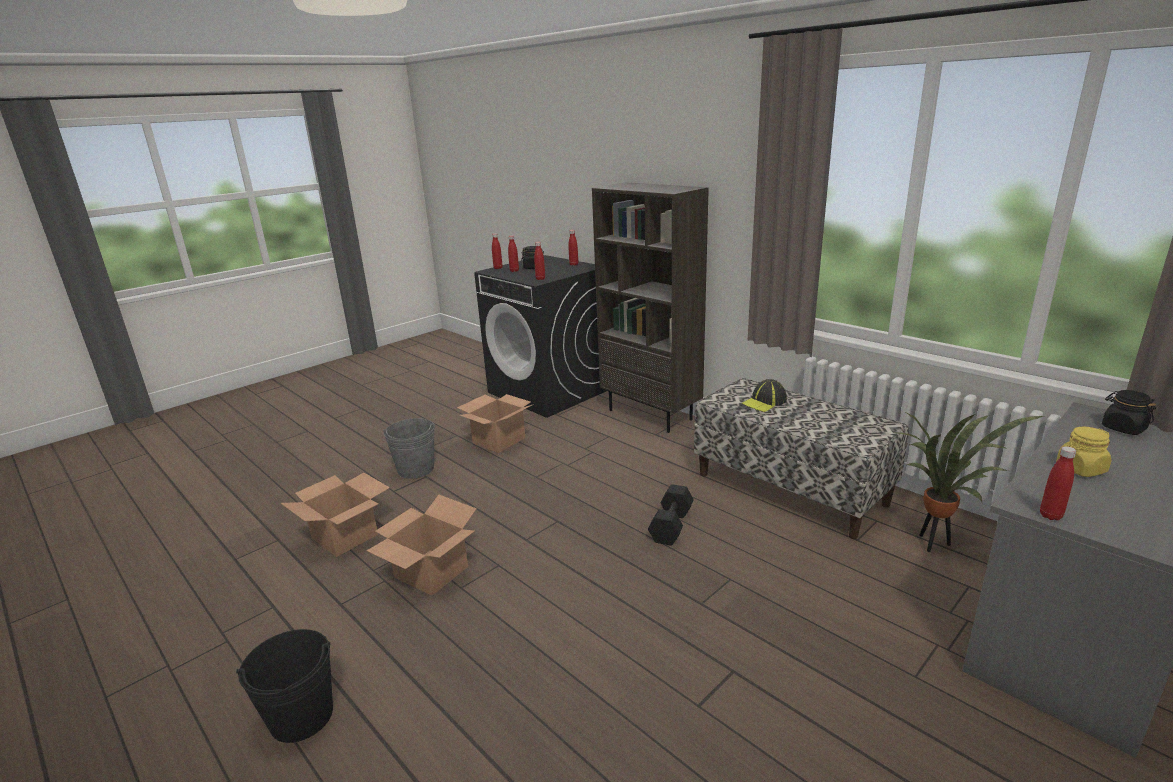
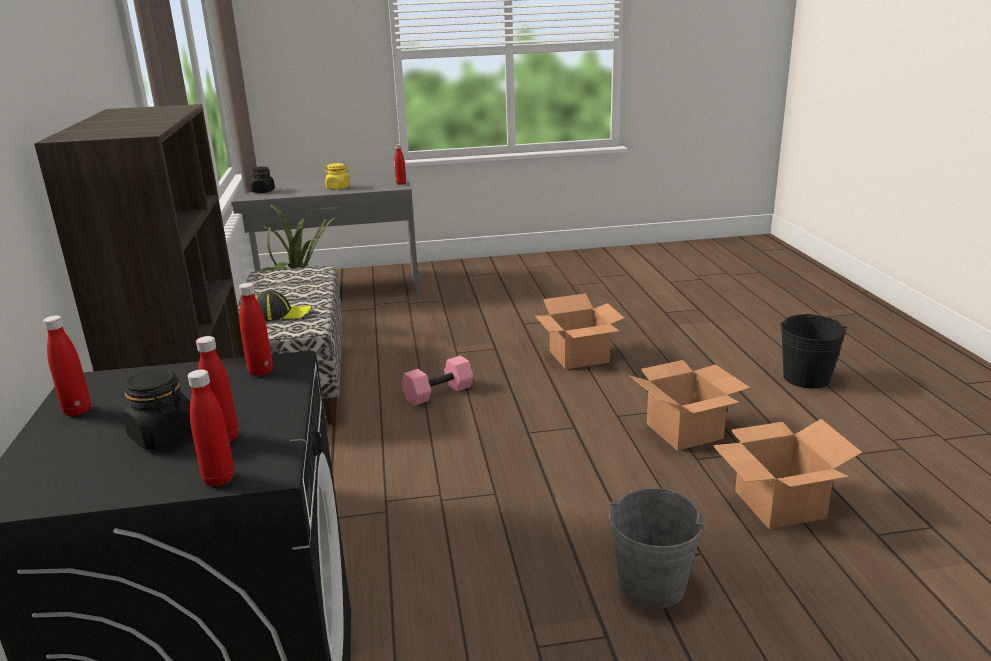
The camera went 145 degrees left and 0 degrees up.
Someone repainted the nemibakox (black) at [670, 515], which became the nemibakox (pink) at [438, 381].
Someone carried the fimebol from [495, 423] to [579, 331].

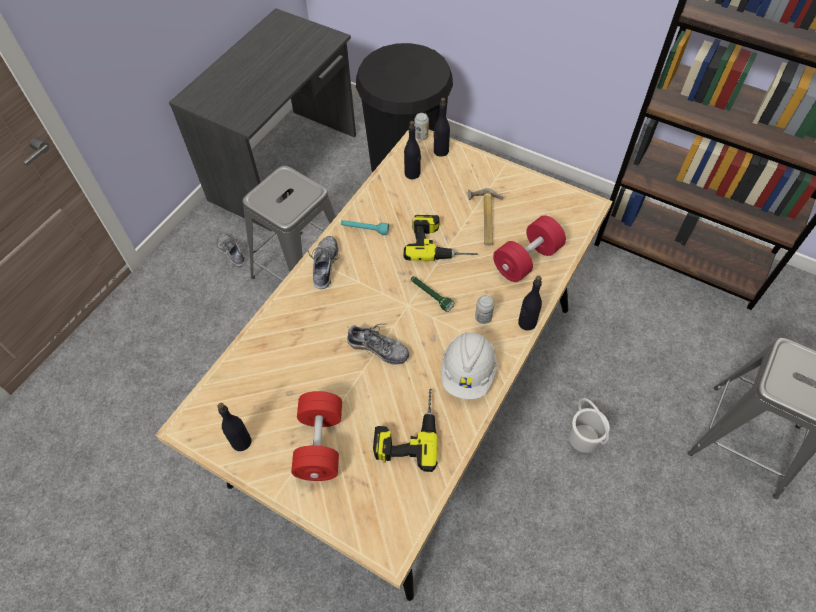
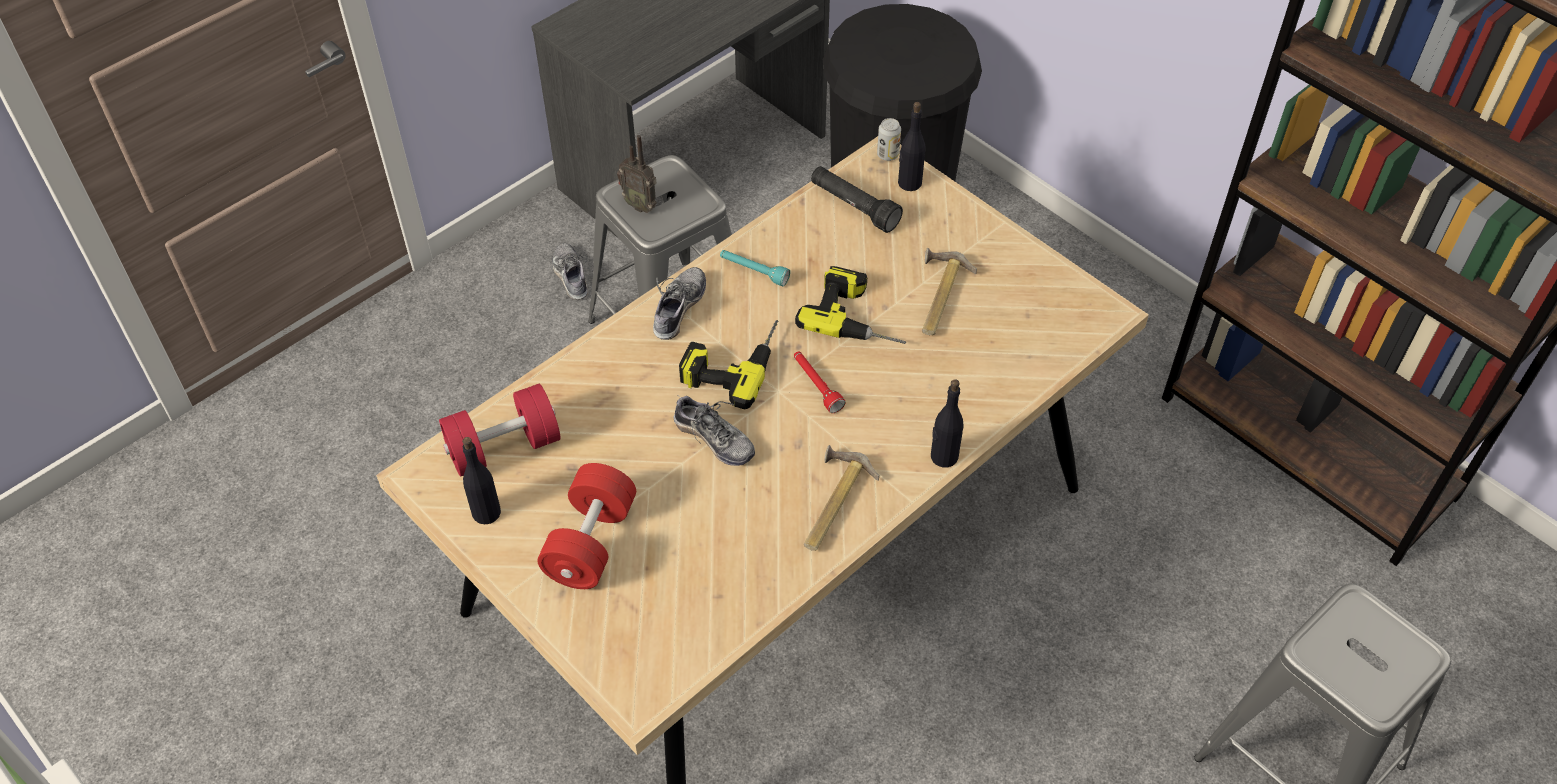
The camera went 15 degrees right and 5 degrees down.
Someone carried the nemibakox (red) from [529, 248] to [500, 430].
Someone put down the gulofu at [637, 174].
Someone carried the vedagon from [405, 430] to [729, 364].
Someone repainted the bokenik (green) at [432, 294], which became the bokenik (red) at [820, 382].
Someone swapped the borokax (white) at [469, 365] for the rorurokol at [841, 498].
Someone swapped the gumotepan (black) at [412, 150] for the bokenik (black) at [857, 199].
Someone took away the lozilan at [484, 309].
Someone took away the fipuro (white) at [589, 425].

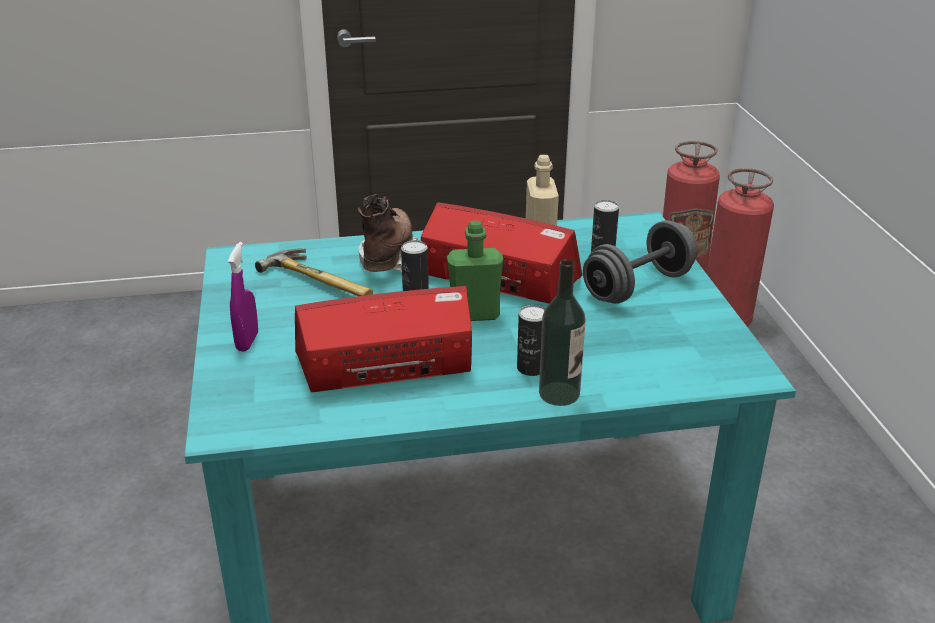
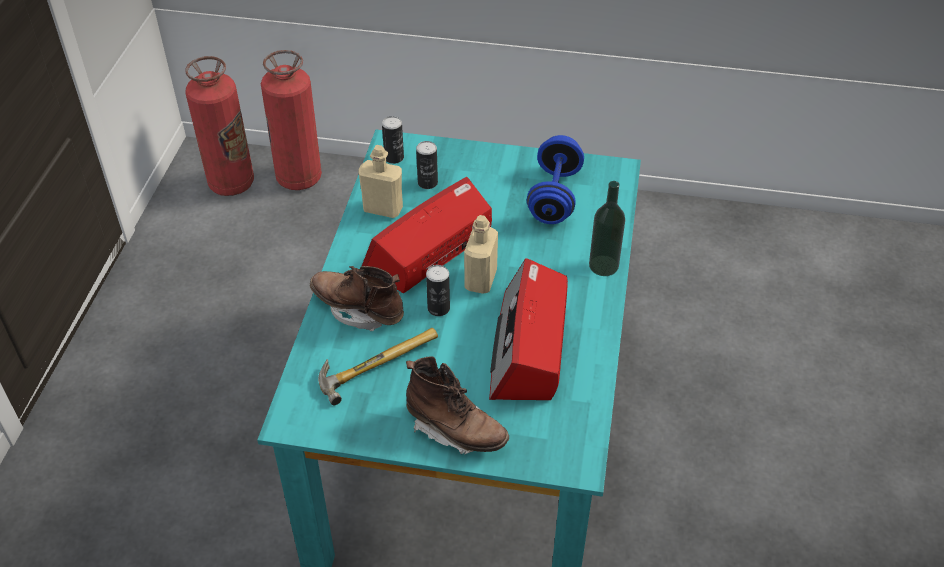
The camera went 70 degrees left and 15 degrees up.
Someone carried the lozilan from [531, 340] to [393, 140].
Someone swapped the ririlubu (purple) at [243, 297] for the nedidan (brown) at [457, 405].
Someone repainted the gumotepan (green) at [475, 271], which became the gumotepan (beige) at [481, 254].
Someone put down the nemibakox (blue) at [555, 179].
Someone took away the nemibakox (grey) at [640, 262].

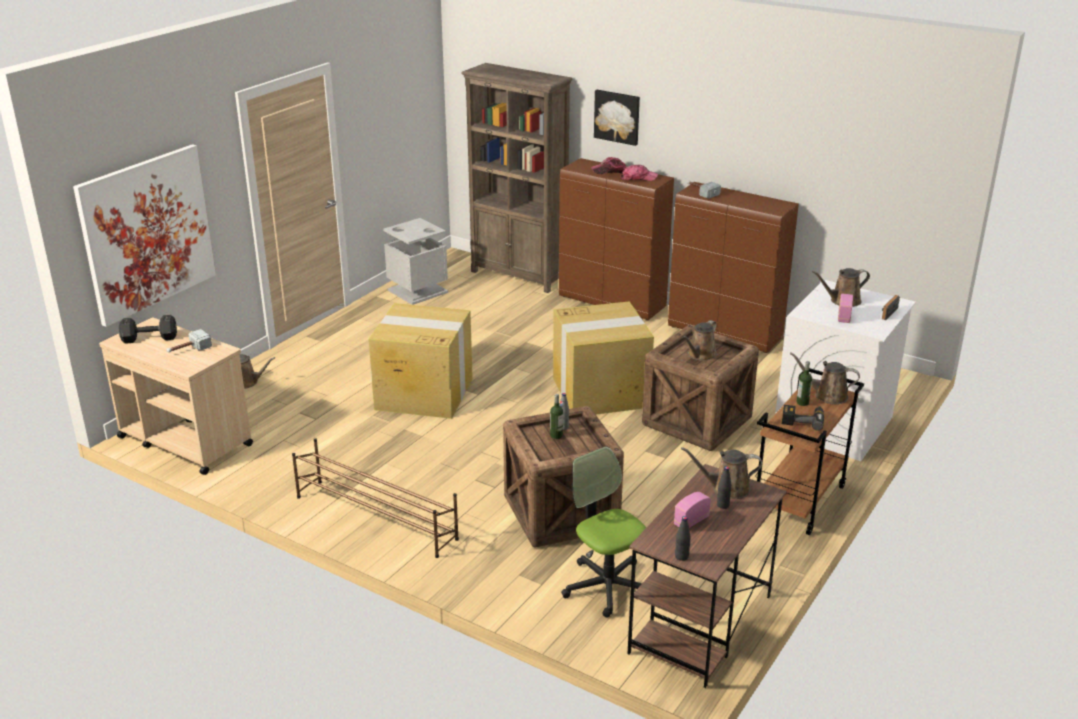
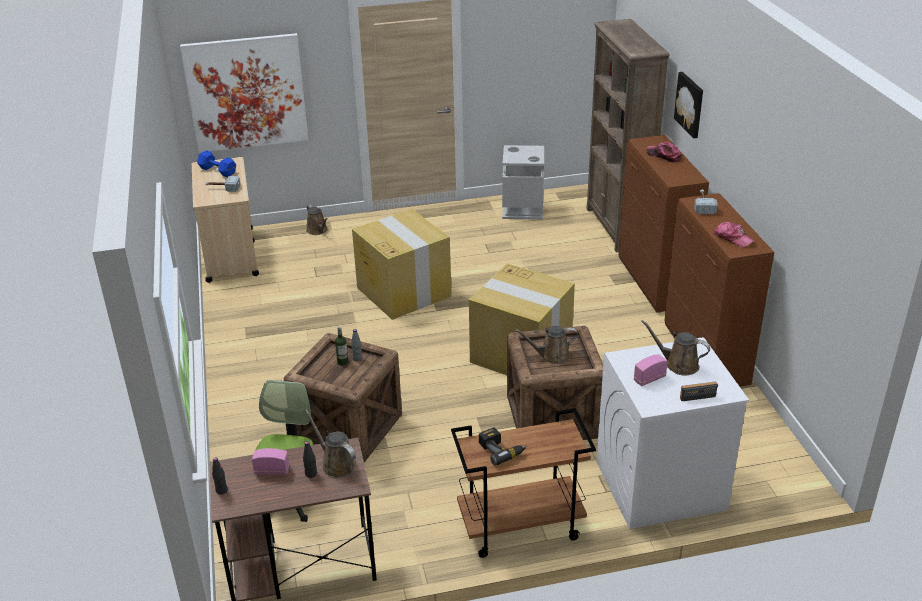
The camera went 45 degrees right and 5 degrees up.
Someone repainted the nemibakox (black) at [148, 329], which became the nemibakox (blue) at [216, 163].
Someone carried the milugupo from [639, 173] to [734, 234].
Someone took away the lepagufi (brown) at [375, 498].
Someone took away the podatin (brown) at [825, 378].
Someone took away the gumotepan at [804, 383].

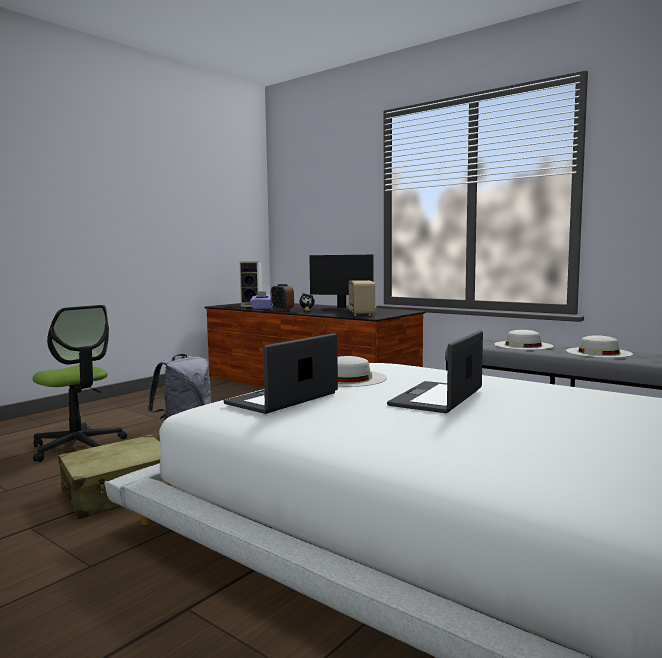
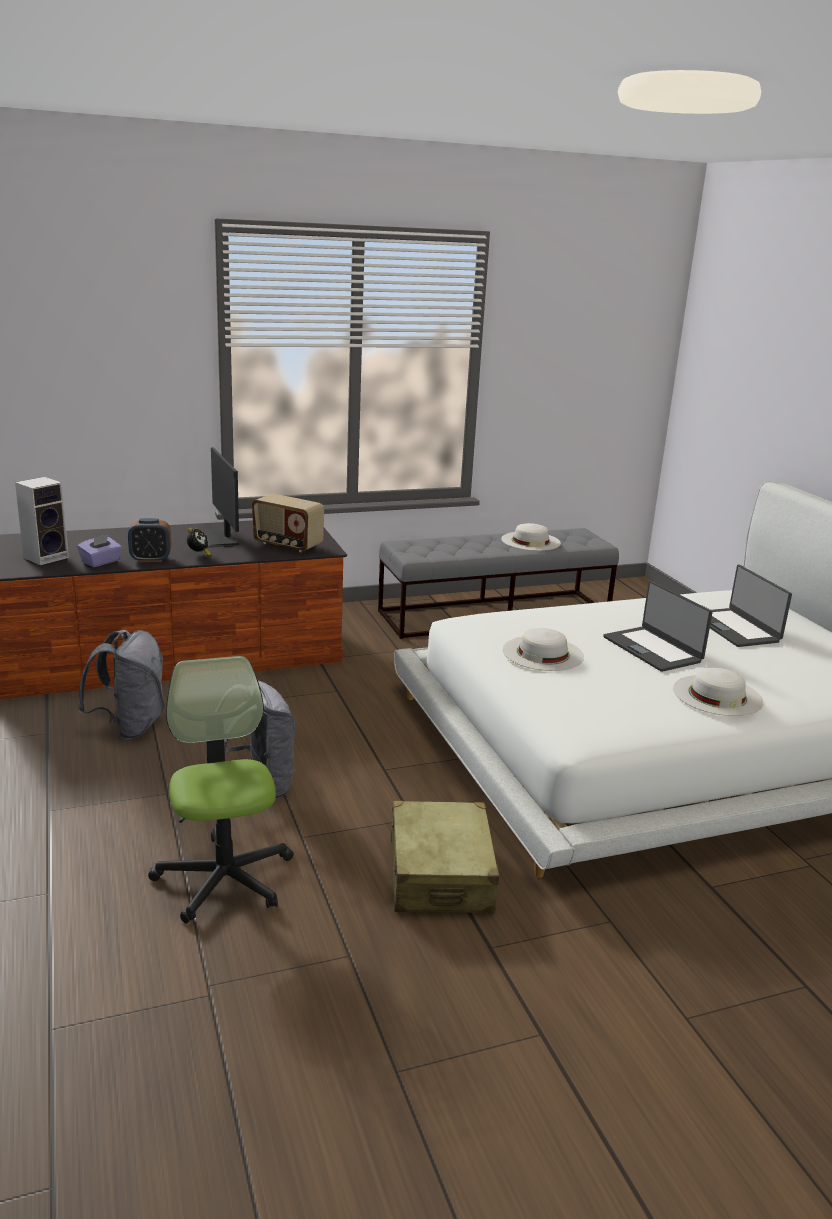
The camera went 60 degrees left and 15 degrees up.
Someone put down the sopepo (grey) at [121, 684].
Someone rotated the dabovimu at [79, 383] by 90 degrees counterclockwise.
Someone rotated the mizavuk at [341, 283] by 105 degrees clockwise.
Someone carried the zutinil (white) from [523, 340] to [718, 691].
Someone carried the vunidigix from [281, 373] to [751, 606].

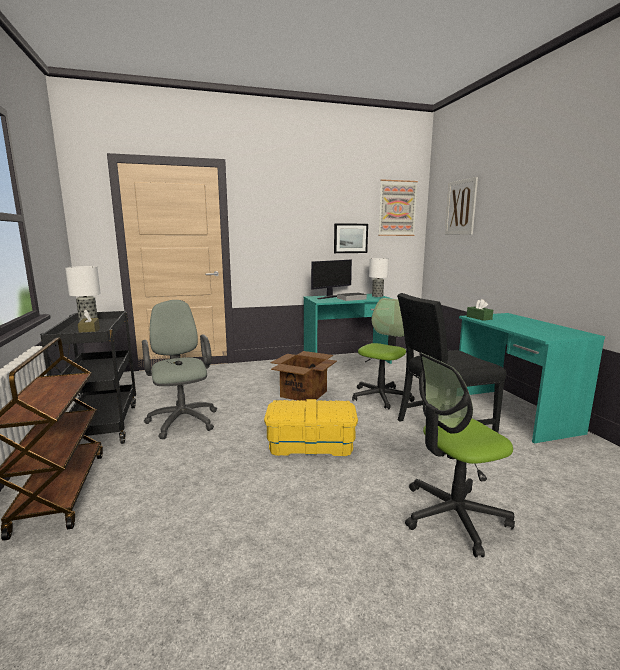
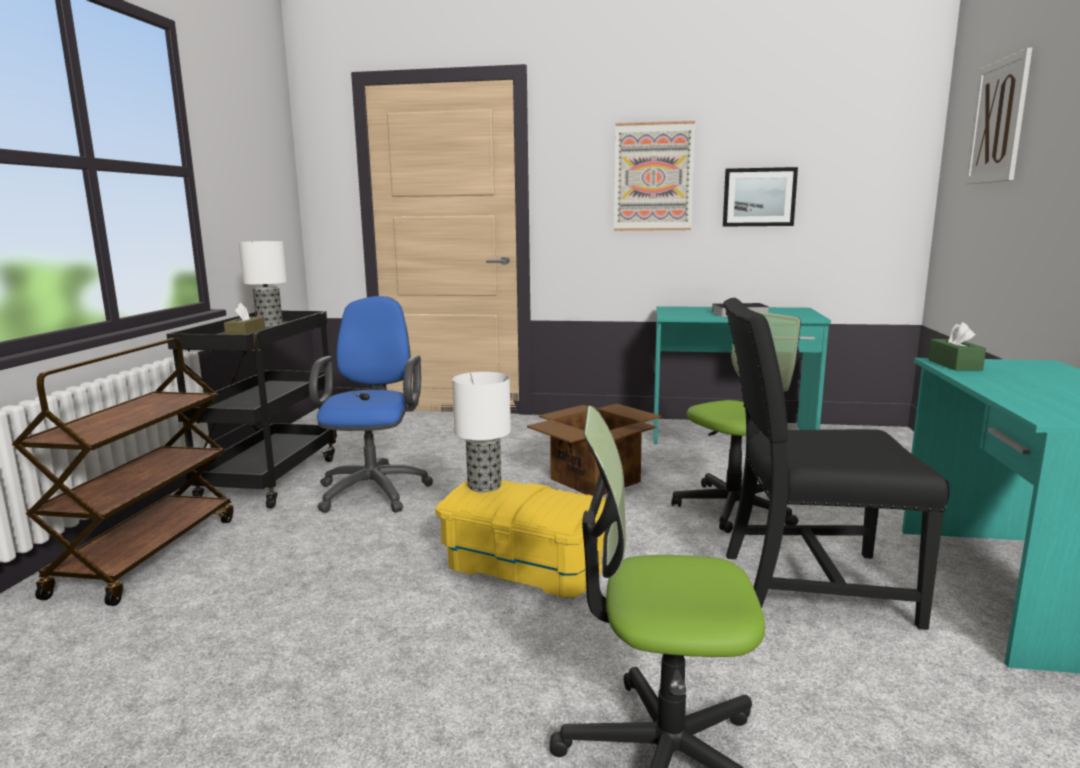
The camera went 25 degrees right and 0 degrees up.
Someone repainted the dabovimu (grey) at [179, 369], which became the dabovimu (blue) at [371, 404].
Someone carried the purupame from [379, 277] to [481, 432].
Someone carried the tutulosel from [398, 207] to [654, 176].
Someone took away the mizavuk at [331, 279].

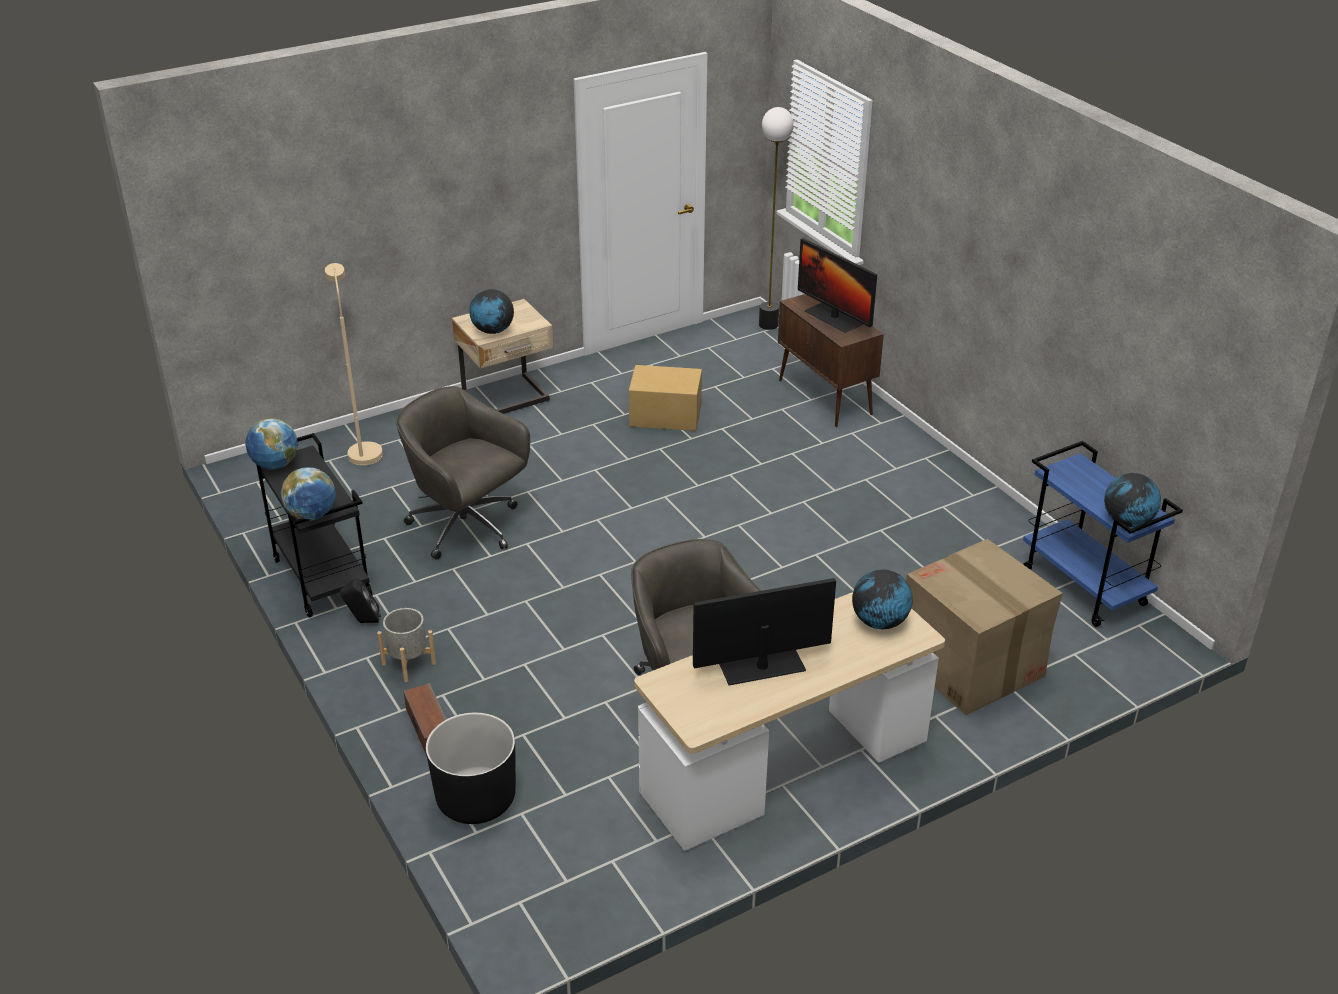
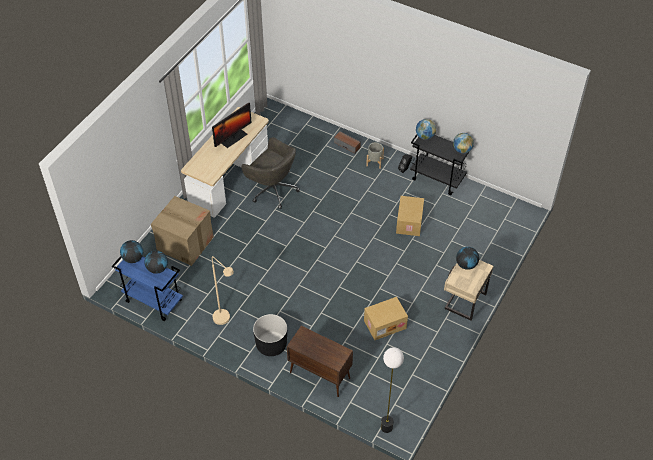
The camera went 150 degrees right and 15 degrees up.
Someone carried the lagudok from [882, 599] to [156, 262].
Someone carried the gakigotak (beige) from [354, 364] to [223, 290].
Someone carried the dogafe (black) from [471, 768] to [270, 335].
Someone swapped the dabovimu (grey) at [463, 473] for the fimebol at [410, 216].
Someone took away the mizavuk at [837, 285].

